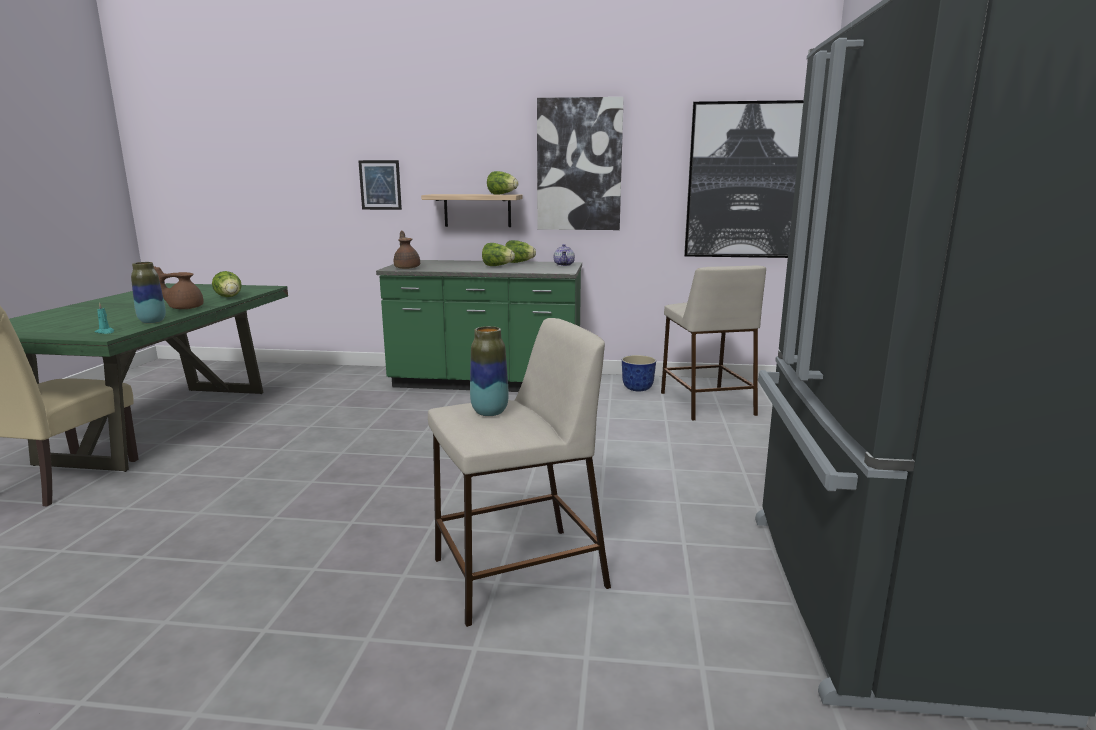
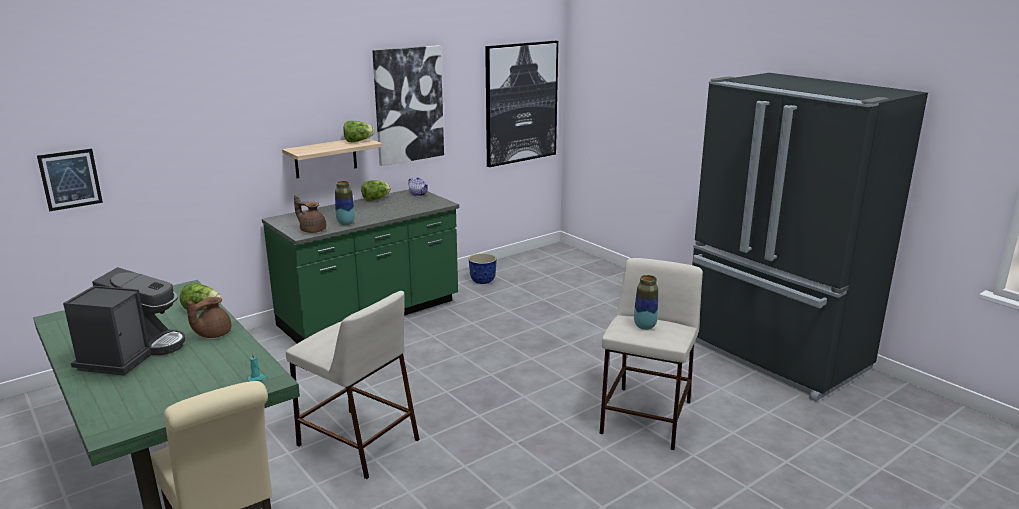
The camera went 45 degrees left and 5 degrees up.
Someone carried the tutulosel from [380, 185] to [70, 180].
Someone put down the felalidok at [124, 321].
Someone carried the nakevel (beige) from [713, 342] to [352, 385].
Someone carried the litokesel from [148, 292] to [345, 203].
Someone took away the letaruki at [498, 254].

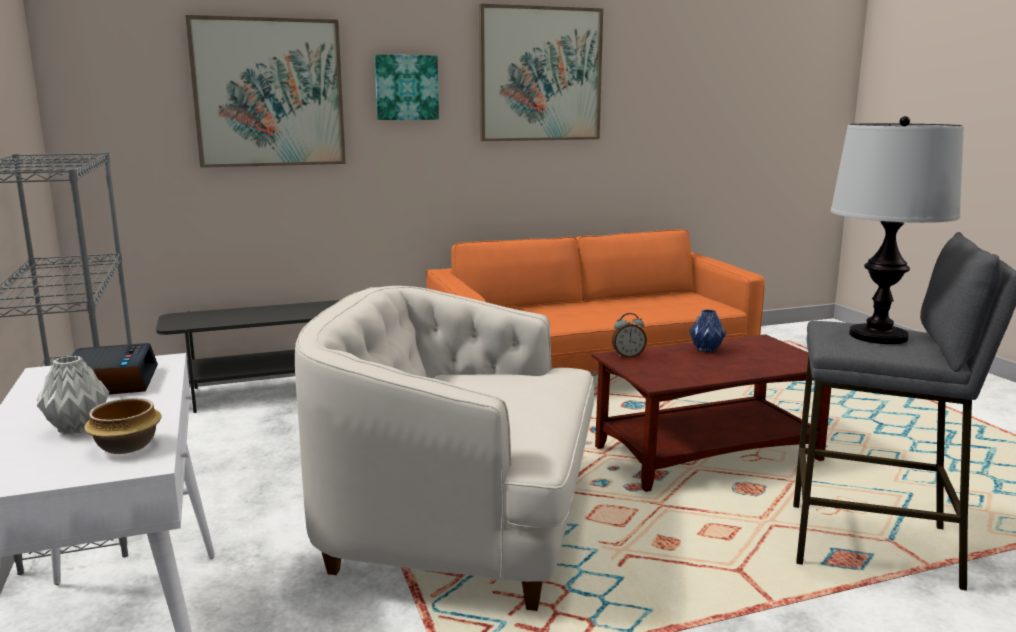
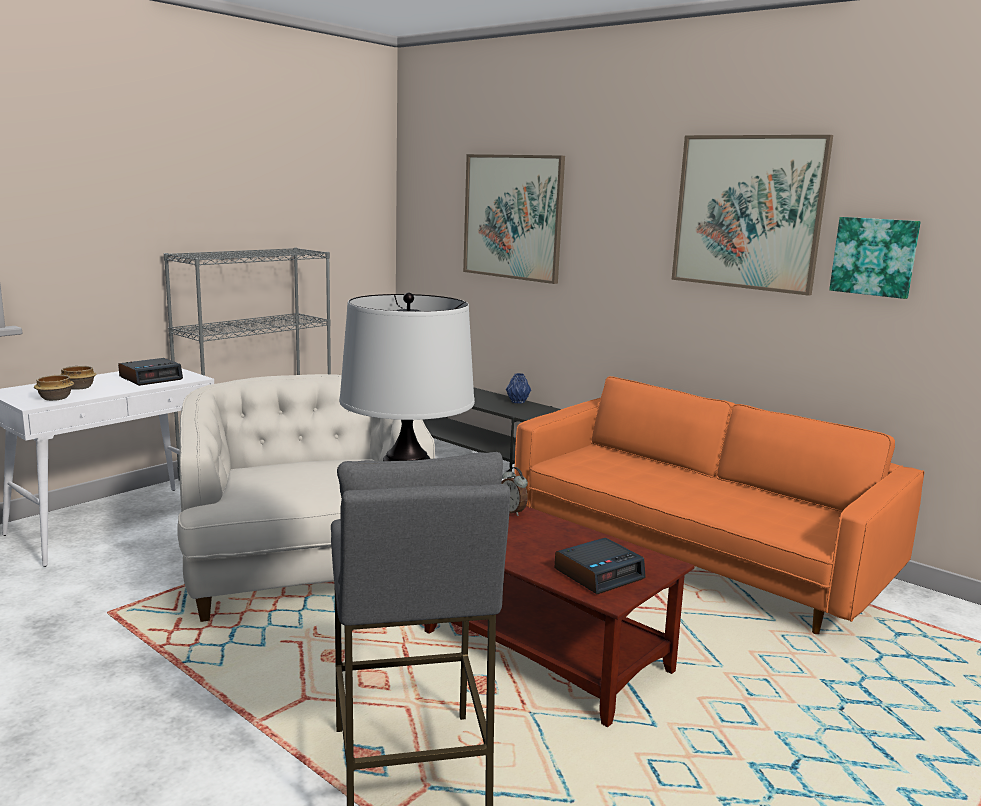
The camera went 60 degrees right and 0 degrees up.
Someone swapped the litokesel (grey) at [73, 395] for the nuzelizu at [78, 378].
Someone carried the litokesel (blue) from [707, 331] to [518, 388].
Someone put down the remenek at [600, 566].
Someone carried the tutulosel from [407, 87] to [875, 258].

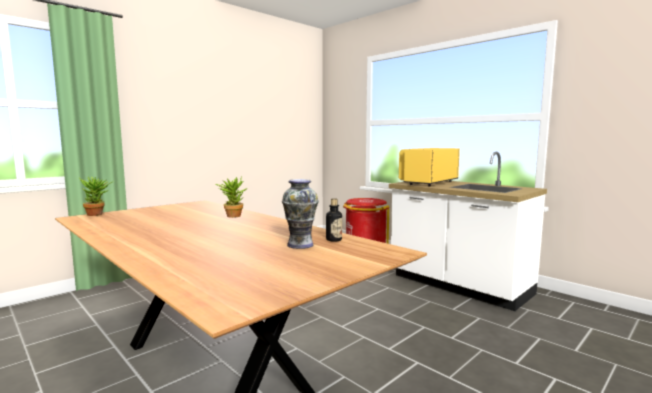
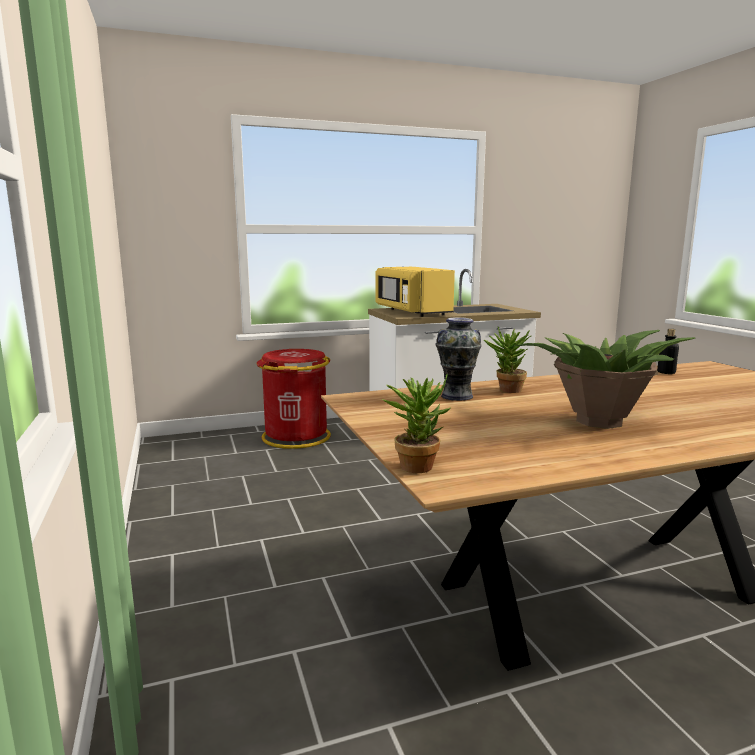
The camera went 65 degrees left and 5 degrees up.
Someone carried the litokesel from [300, 214] to [459, 359].
Someone put down the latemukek at [603, 379].

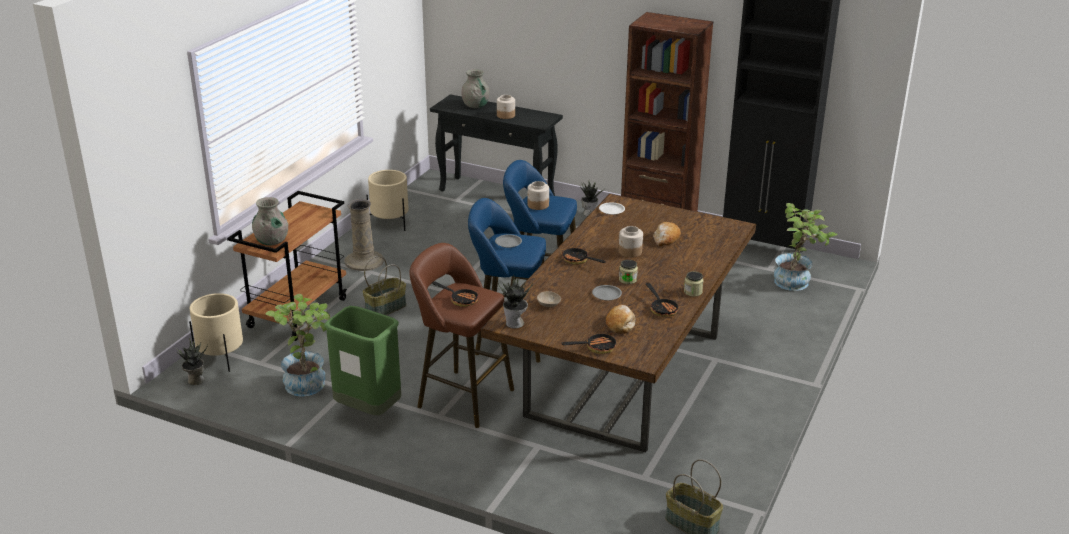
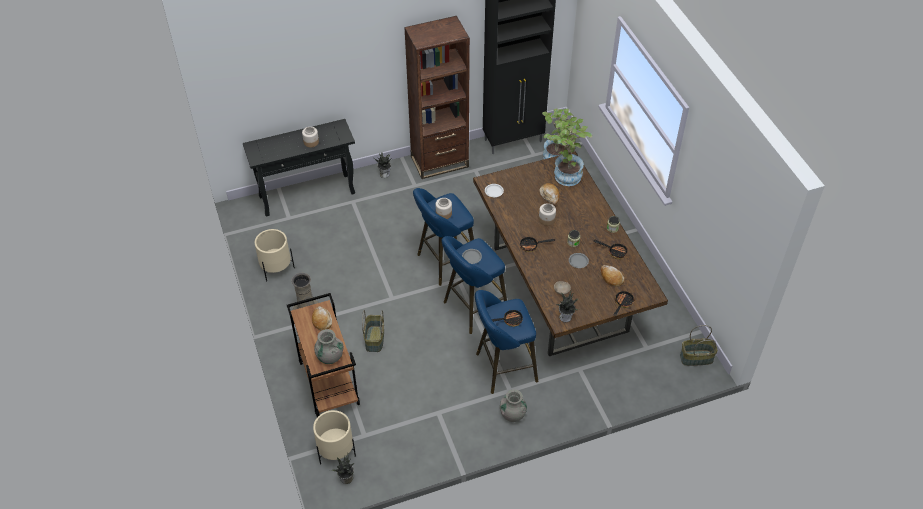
The camera went 45 degrees left and 20 degrees up.
Someone put down the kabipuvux at [322, 318].
Someone repainted the nakevel (brown) at [461, 335], which became the nakevel (blue) at [506, 342].
Someone carried the litokesel (grey) from [475, 88] to [513, 405].
Someone carried the latemukek from [298, 345] to [567, 153].
Someone took away the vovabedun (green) at [362, 361].

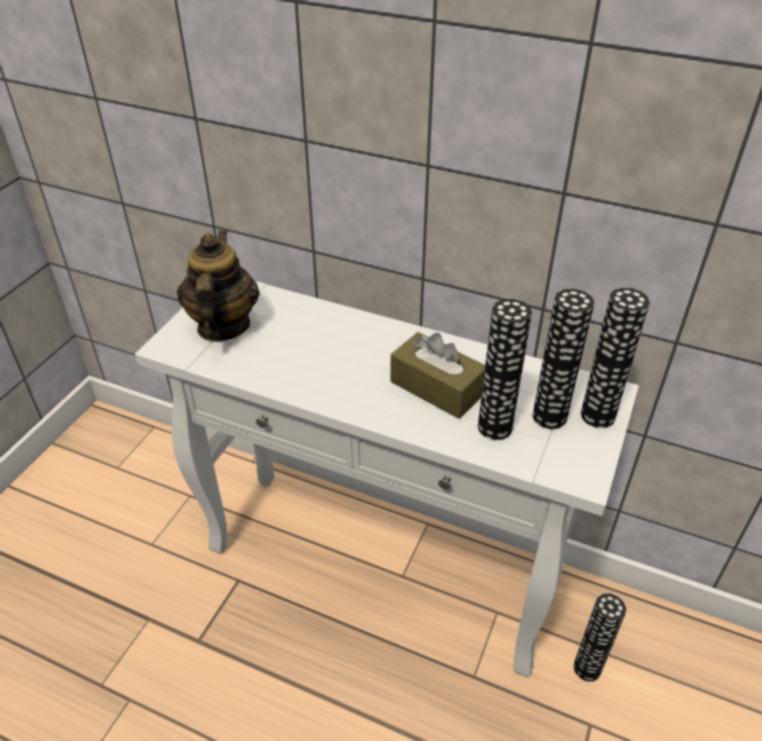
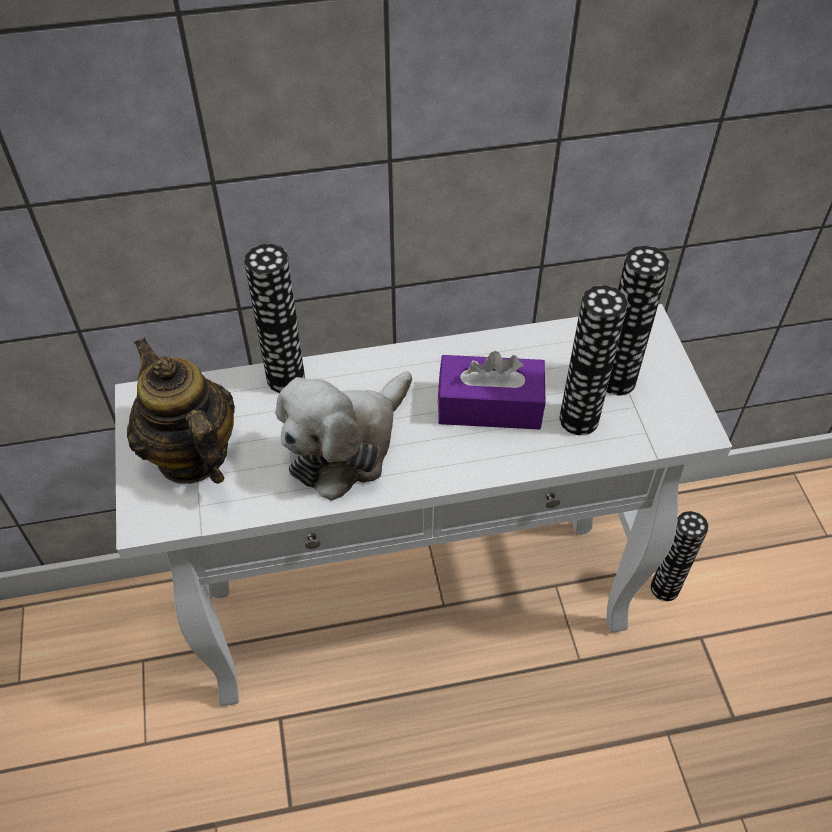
The camera went 35 degrees left and 10 degrees up.
Someone carried the litokesel from [615, 358] to [274, 318].
Someone put down the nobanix at [344, 436].
Someone repainted the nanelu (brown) at [437, 375], which became the nanelu (purple) at [491, 390].

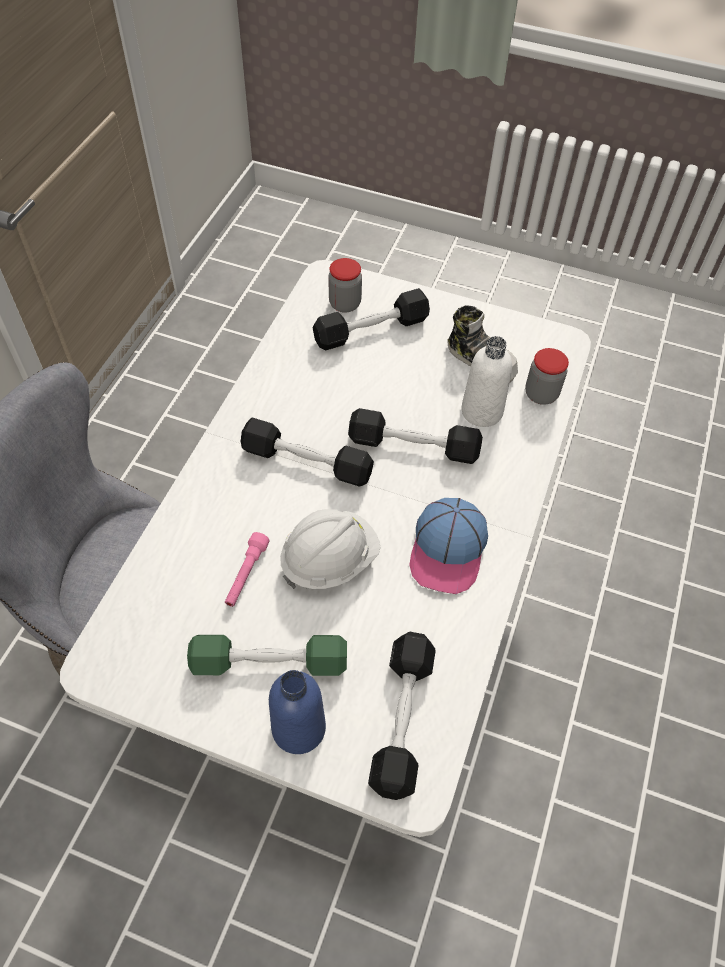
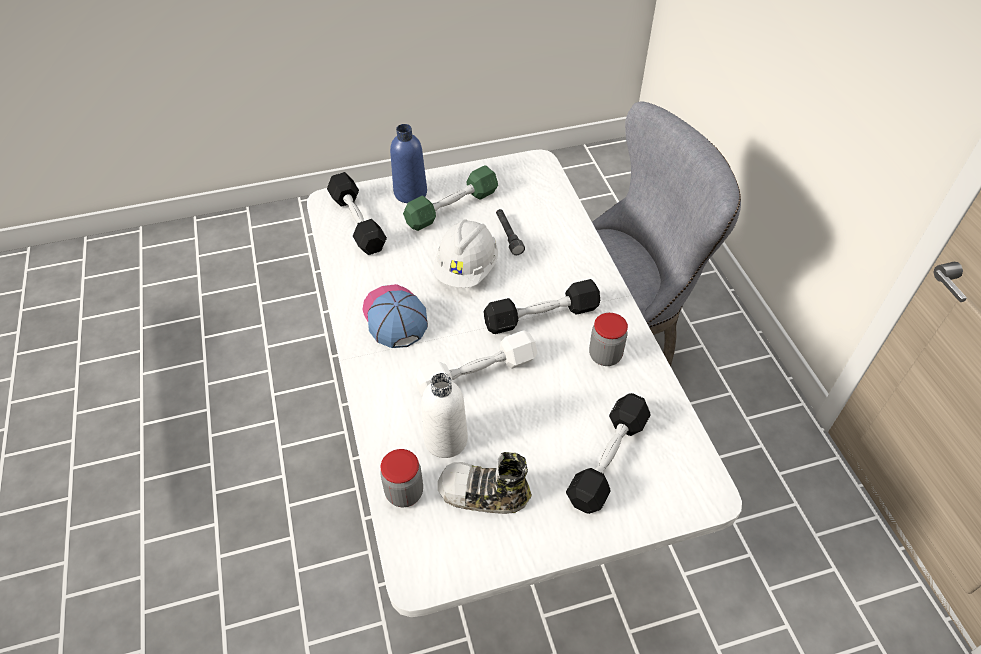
The camera went 145 degrees right and 5 degrees down.
Someone repainted the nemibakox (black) at [415, 436], which became the nemibakox (white) at [476, 363].
Someone repainted the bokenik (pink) at [247, 569], which became the bokenik (grey) at [510, 232].
Someone carried the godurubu from [345, 285] to [608, 339].

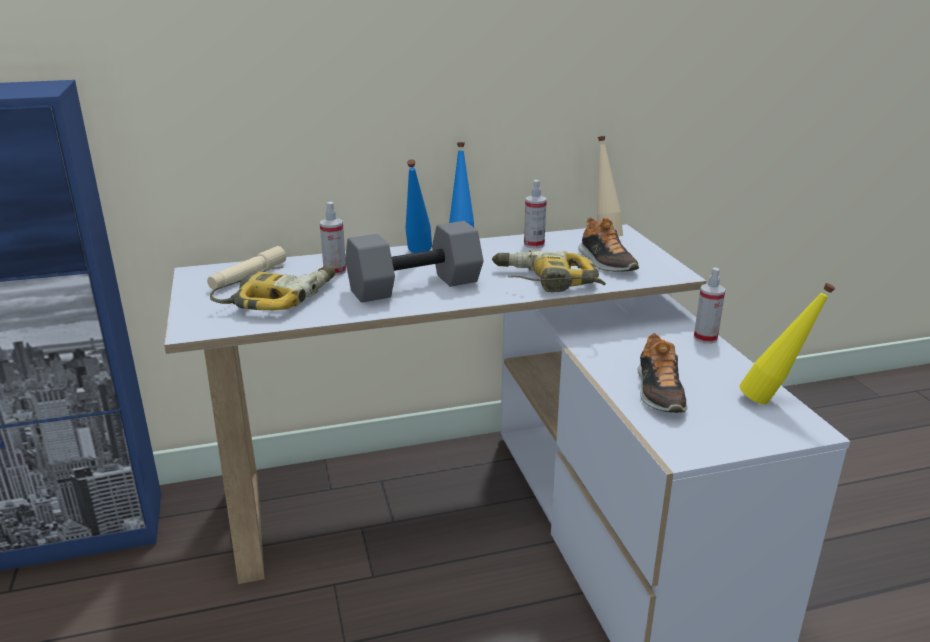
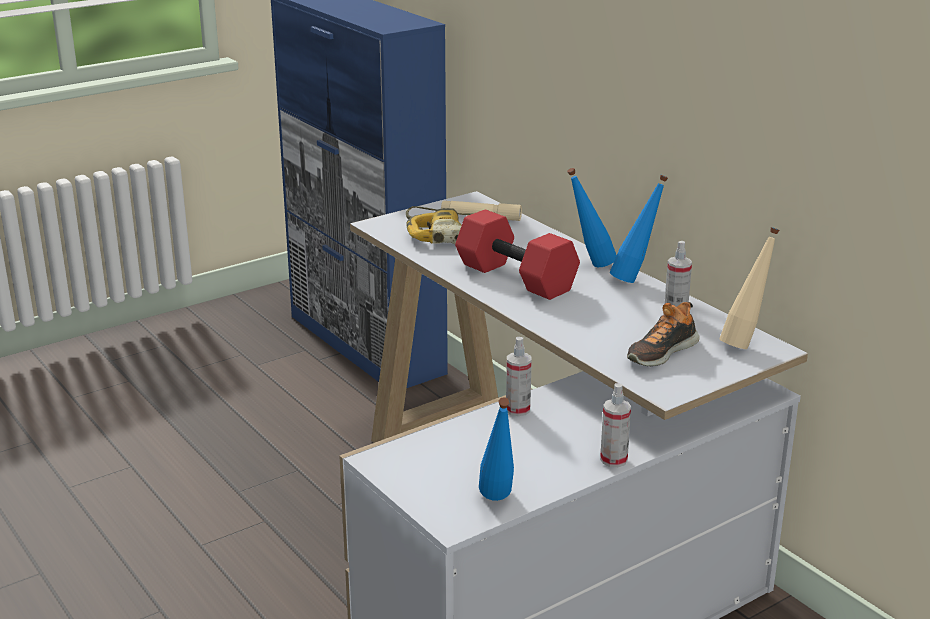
The camera went 70 degrees right and 0 degrees up.
Someone repainted the nemibakox (grey) at [414, 262], which became the nemibakox (red) at [517, 254].
Someone repainted the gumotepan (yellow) at [787, 343], which became the gumotepan (blue) at [496, 449].
Someone carried the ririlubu from [333, 239] to [519, 376].
Someone took away the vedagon at [549, 271].
Someone took away the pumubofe at [662, 373].

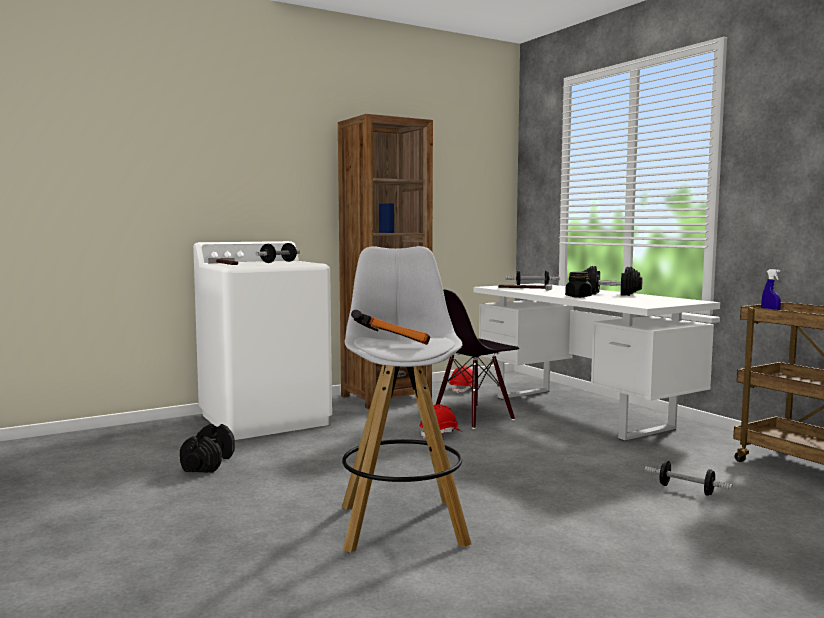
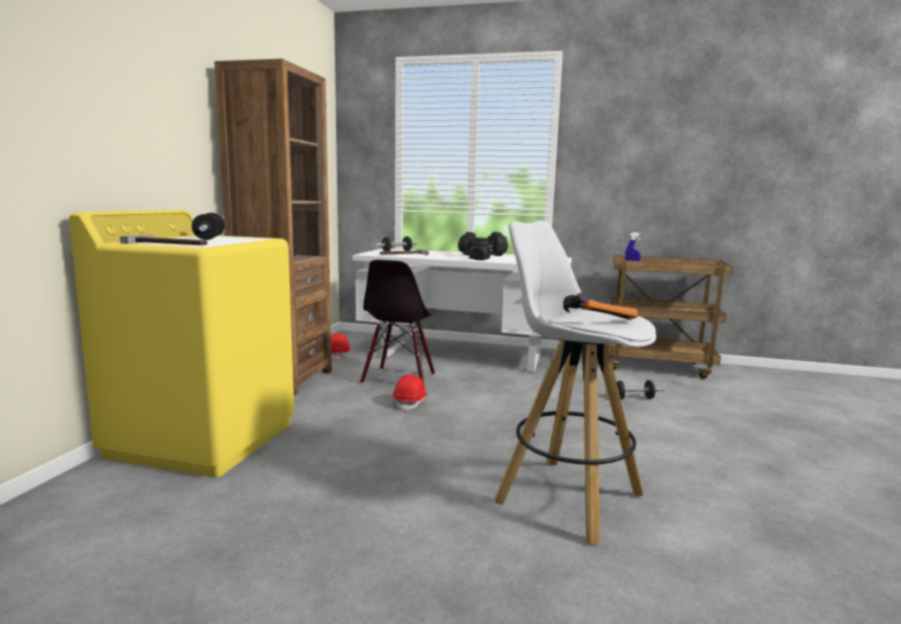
The camera went 45 degrees left and 5 degrees up.
Someone repainted the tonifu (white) at [262, 340], which became the tonifu (yellow) at [182, 343].
Someone took away the nemibakox (black) at [207, 448].

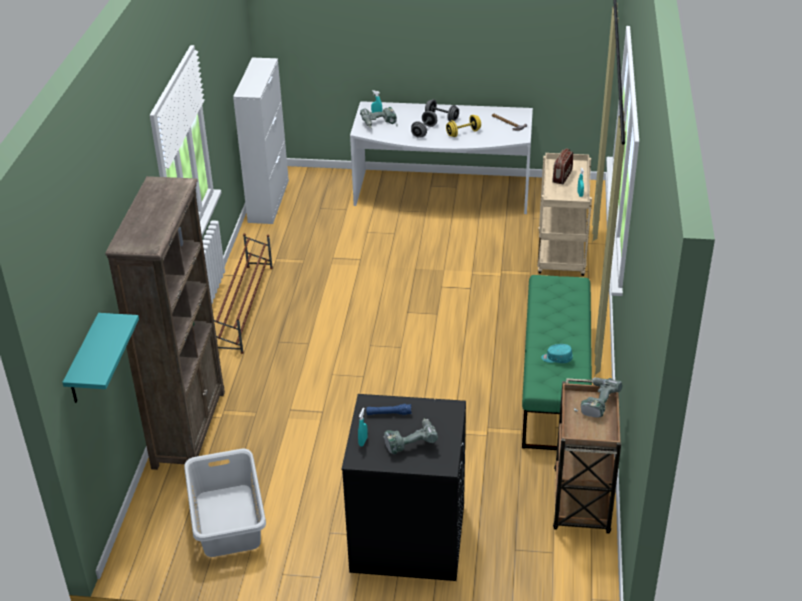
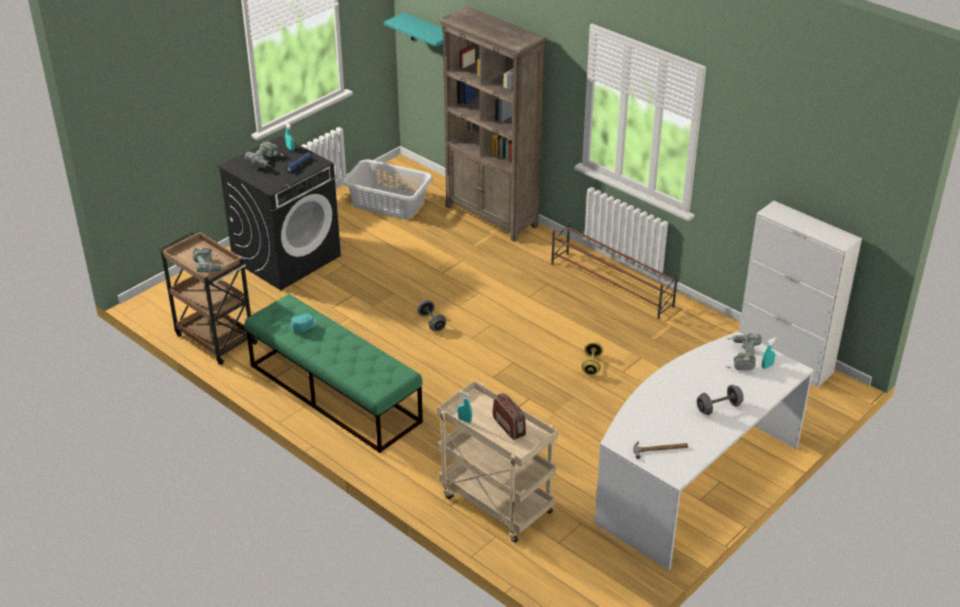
The camera went 125 degrees right and 0 degrees up.
Someone carried the nemibakox (grey) from [424, 124] to [431, 315].
Someone carried the nemibakox (yellow) from [463, 126] to [592, 358].

